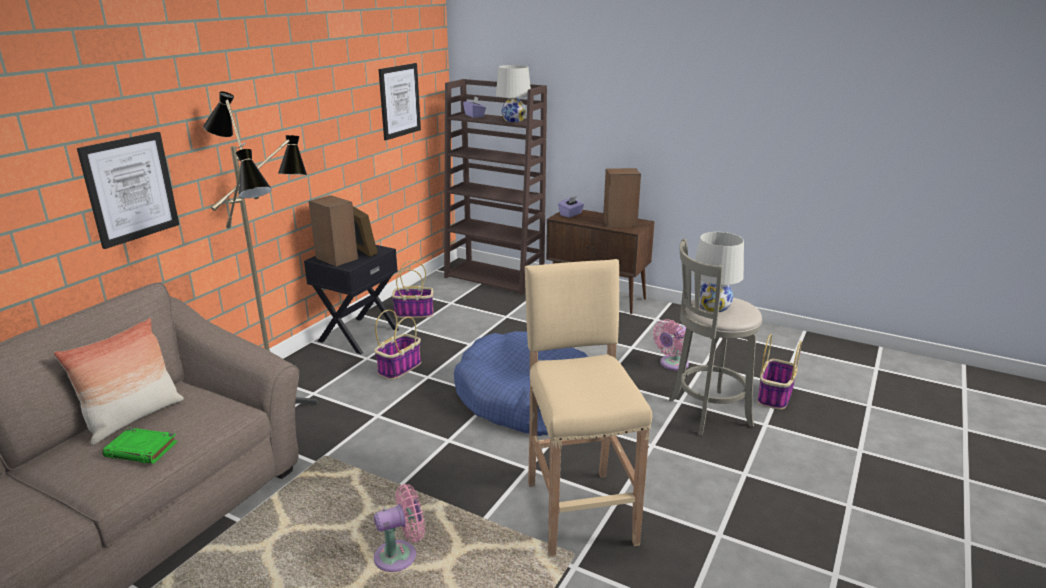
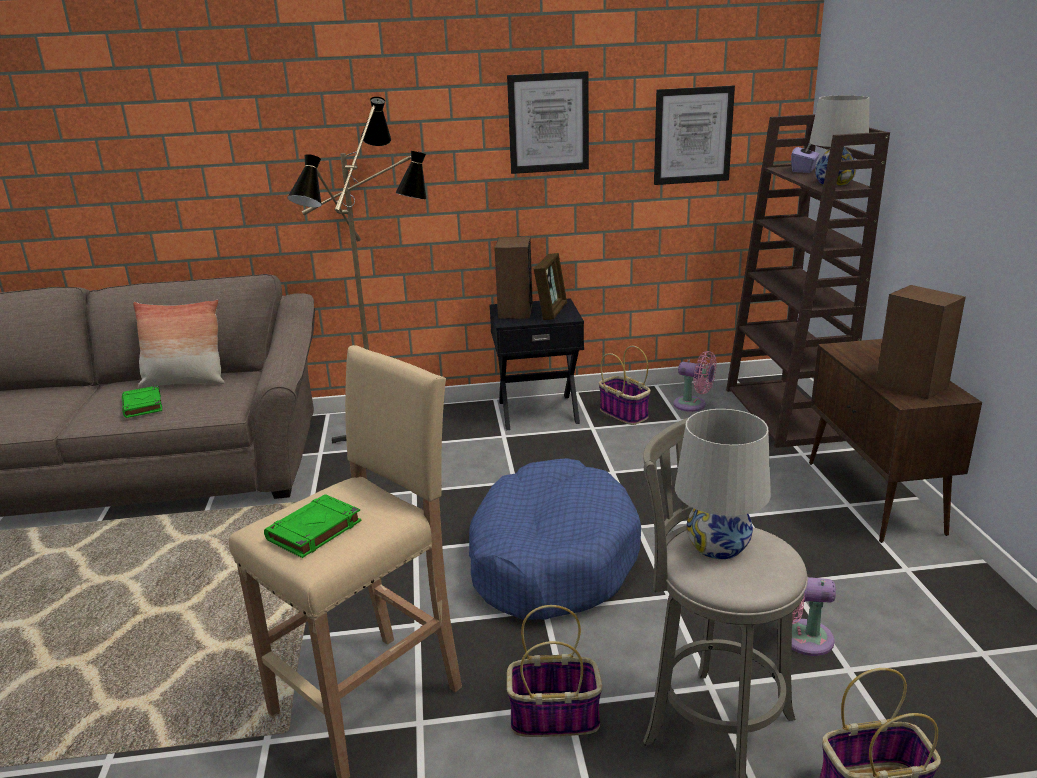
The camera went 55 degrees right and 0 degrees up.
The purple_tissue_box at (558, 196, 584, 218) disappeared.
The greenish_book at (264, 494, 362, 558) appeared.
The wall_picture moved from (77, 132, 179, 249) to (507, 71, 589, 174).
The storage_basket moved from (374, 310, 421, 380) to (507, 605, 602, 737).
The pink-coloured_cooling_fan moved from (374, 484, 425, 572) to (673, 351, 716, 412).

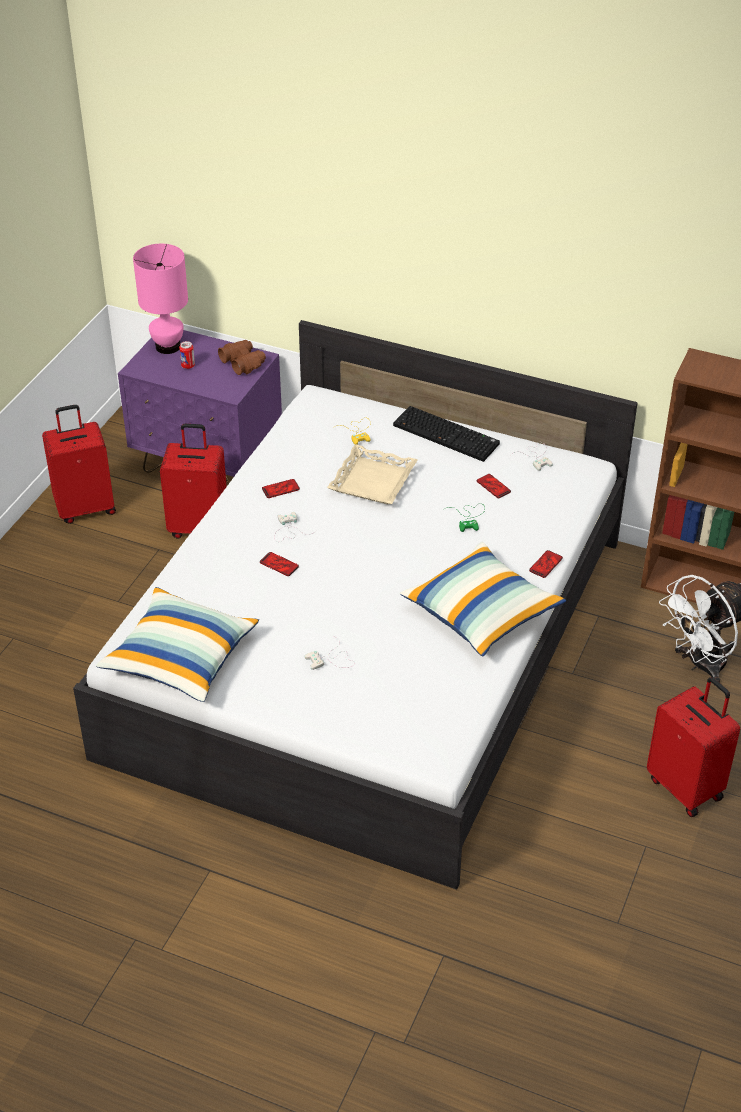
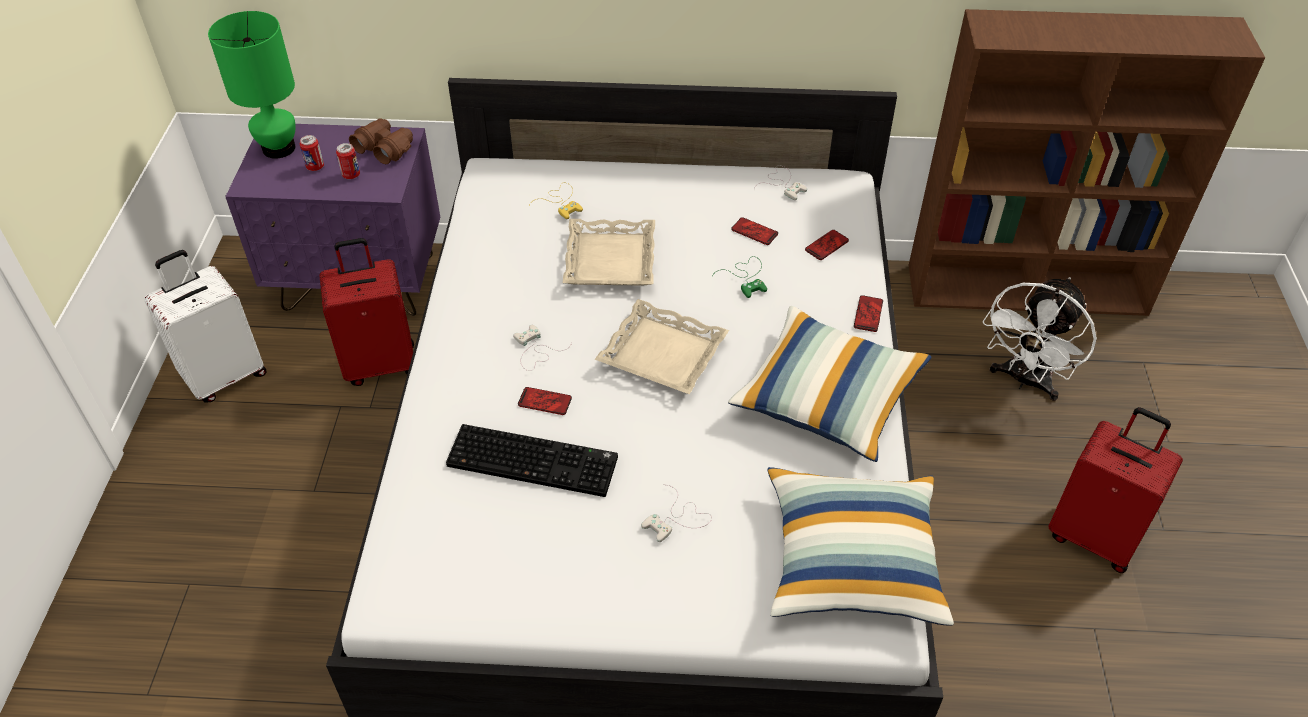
The camera went 20 degrees left and 5 degrees up.
The sealed_can at (336, 143, 360, 179) appeared.
The beige_carrying_tray at (595, 299, 729, 394) appeared.
The pillow moved from (96, 587, 259, 702) to (768, 467, 954, 626).
The handset moved from (262, 479, 300, 498) to (805, 230, 849, 260).
The PC_keyboard moved from (393, 406, 500, 462) to (446, 424, 618, 497).
The red-coloured_travel_case at (42, 405, 116, 524) became the white-coloured_travel_case at (144, 250, 266, 403).
The pink-coloured_tabletop_lamp at (133, 244, 188, 354) became the greenish_tabletop_lamp at (208, 11, 296, 159).

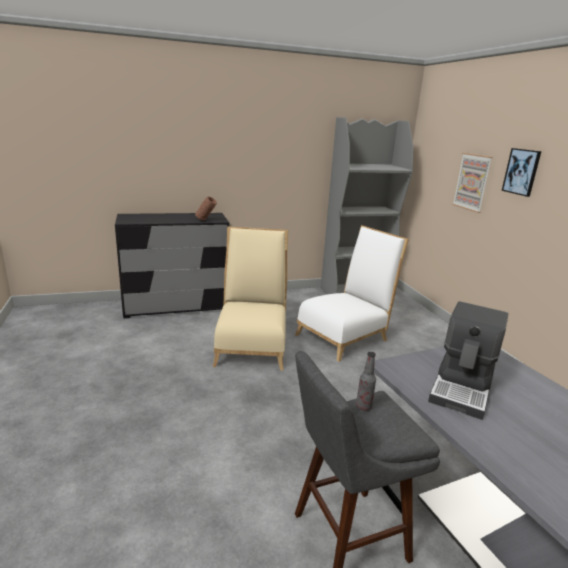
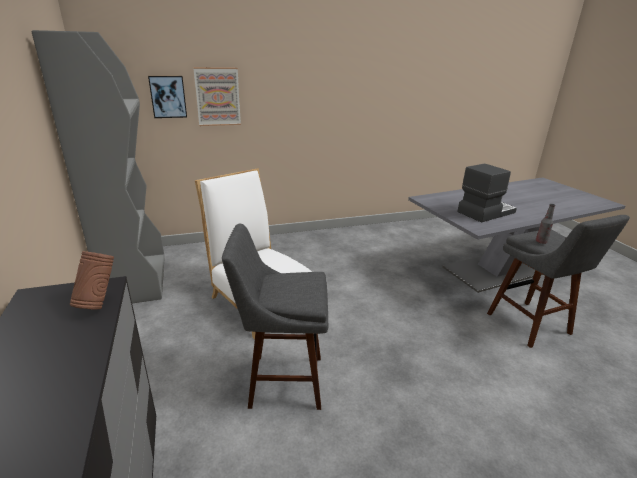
The camera went 90 degrees left and 5 degrees up.
The wall_picture moved from (502, 148, 541, 197) to (148, 76, 187, 118).
The beige_chair at (213, 227, 288, 371) was replaced by the grey_stool_seat at (222, 224, 328, 410).
The coffee_brewer at (428, 301, 509, 420) turned 60 degrees counterclockwise.

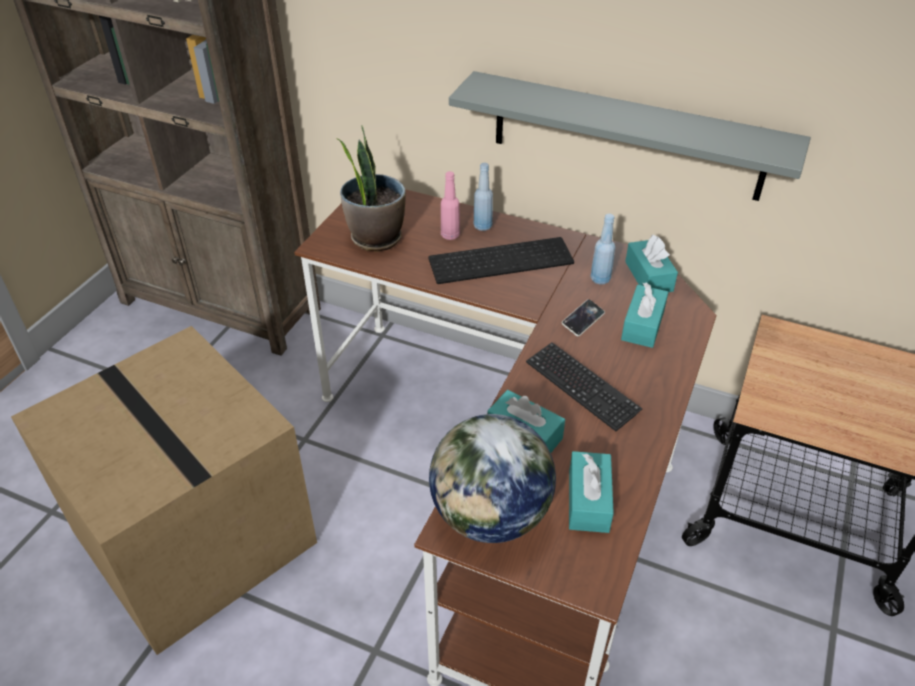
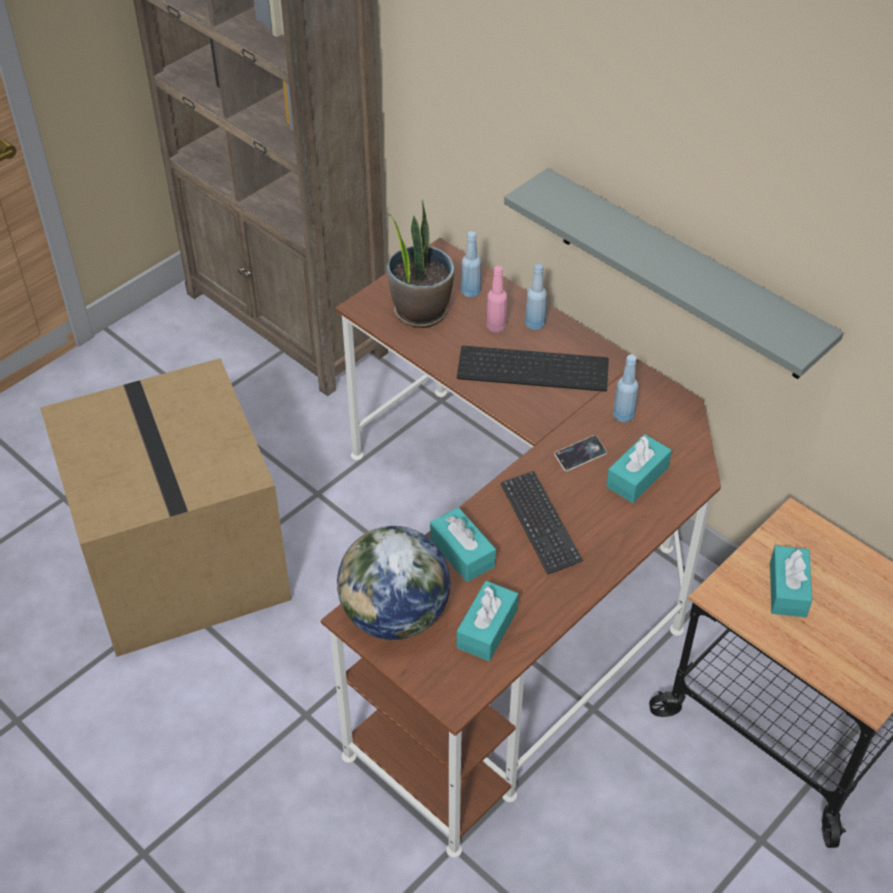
The camera went 20 degrees right and 5 degrees up.
The bluish_drink_bottle at (461, 231, 481, 298) appeared.
The turquoise-coloured_tissue_box moved from (625, 234, 678, 292) to (770, 546, 812, 618).

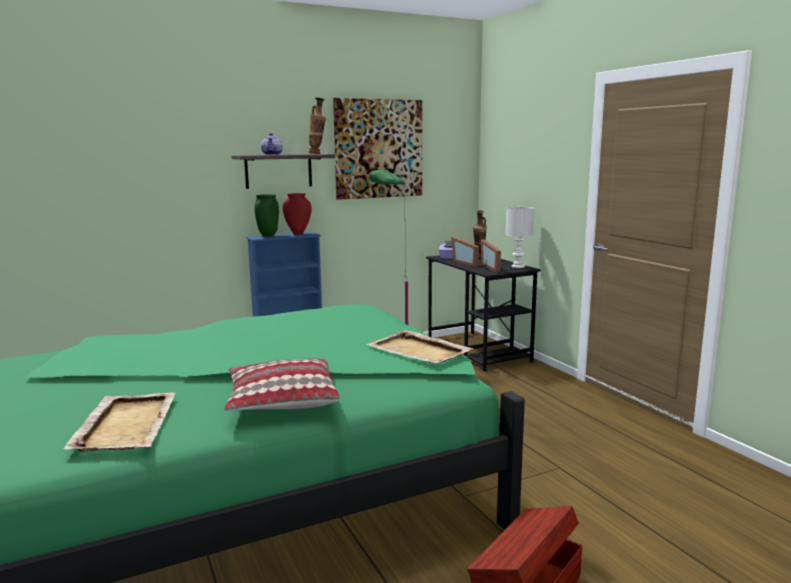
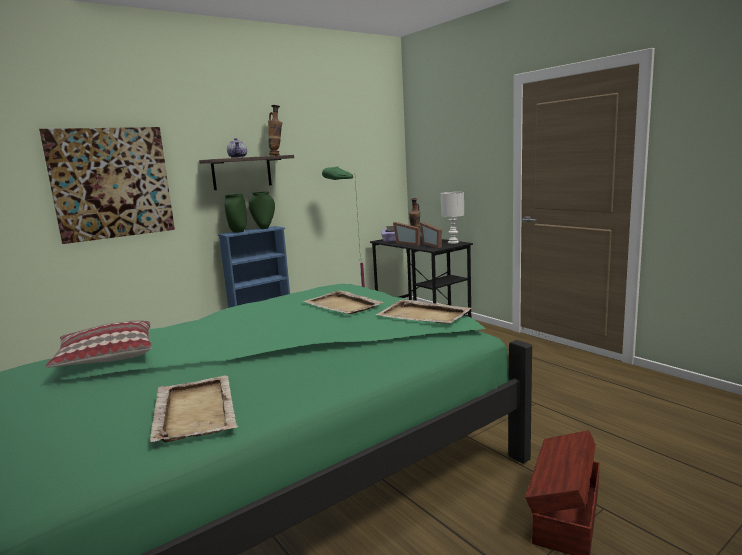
The camera went 10 degrees left and 0 degrees up.
The beige_carrying_tray at (303, 290, 384, 314) appeared.
The pillow moved from (224, 358, 340, 411) to (46, 321, 152, 368).
The wall_picture moved from (333, 98, 422, 200) to (39, 127, 175, 244).
The red-coloured_decorative_vase at (283, 193, 312, 235) became the greenish_decorative_vase at (249, 192, 275, 229).

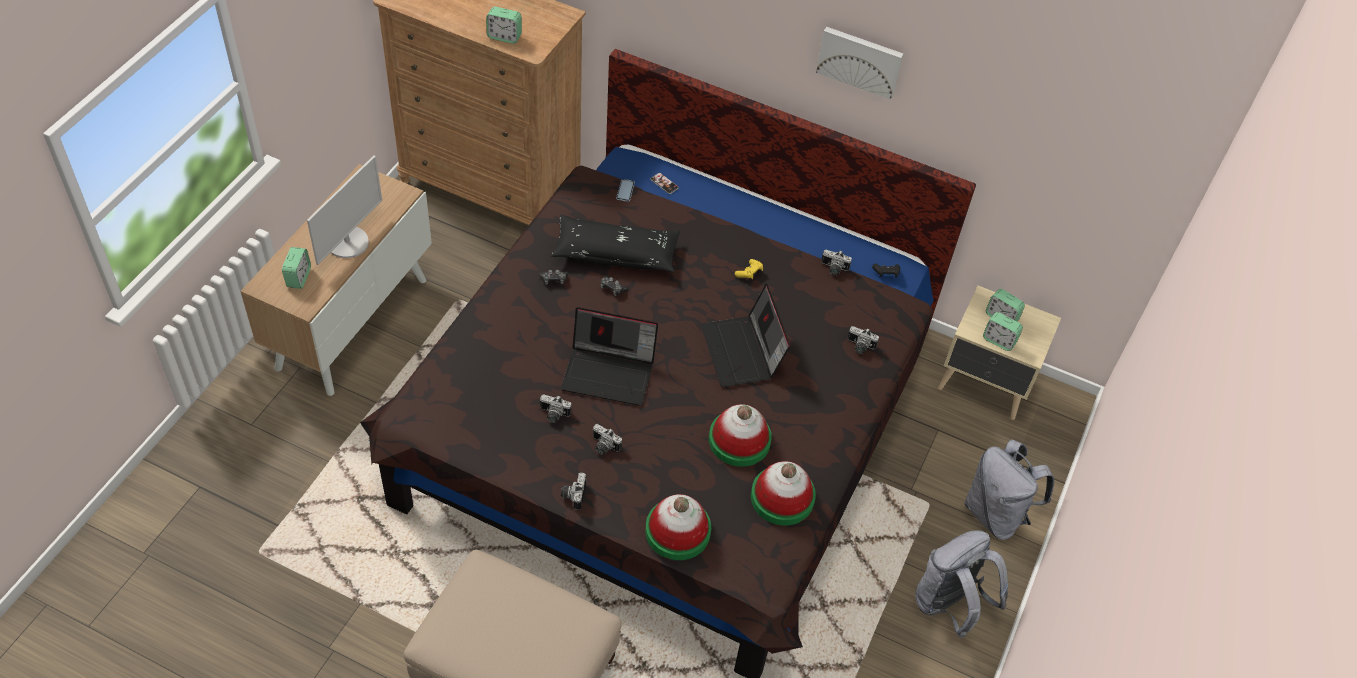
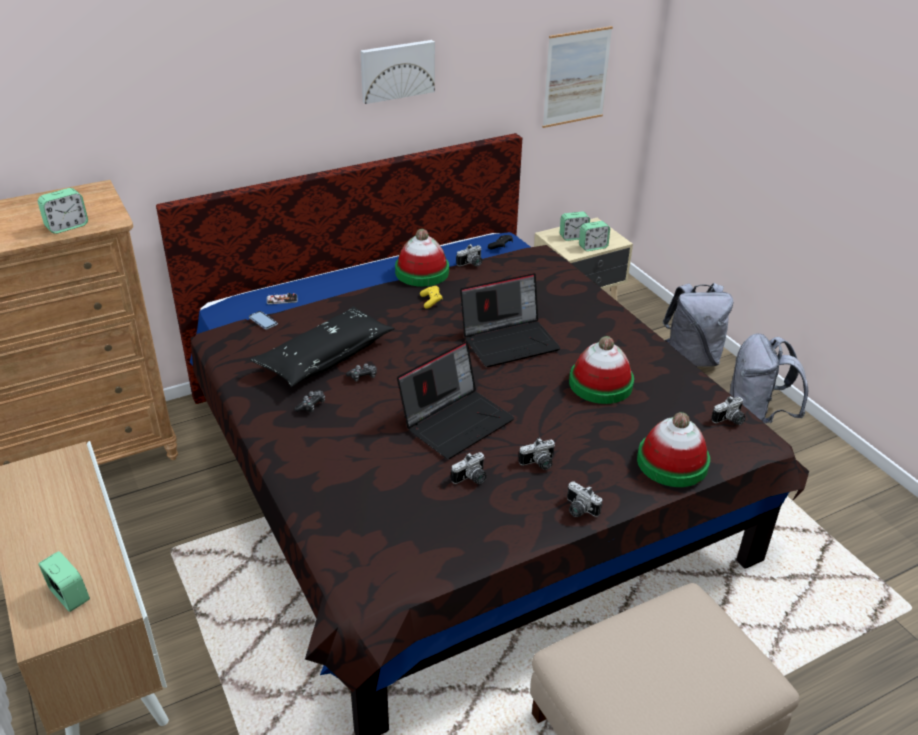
The camera went 50 degrees left and 15 degrees down.
The monitor at (307, 155, 382, 265) disappeared.
The wall_picture at (542, 26, 613, 128) appeared.
The wearable_hat moved from (751, 461, 816, 526) to (395, 229, 449, 287).
The photo_camera moved from (847, 326, 879, 354) to (711, 396, 746, 425).
The laptop at (701, 283, 791, 387) turned 45 degrees counterclockwise.

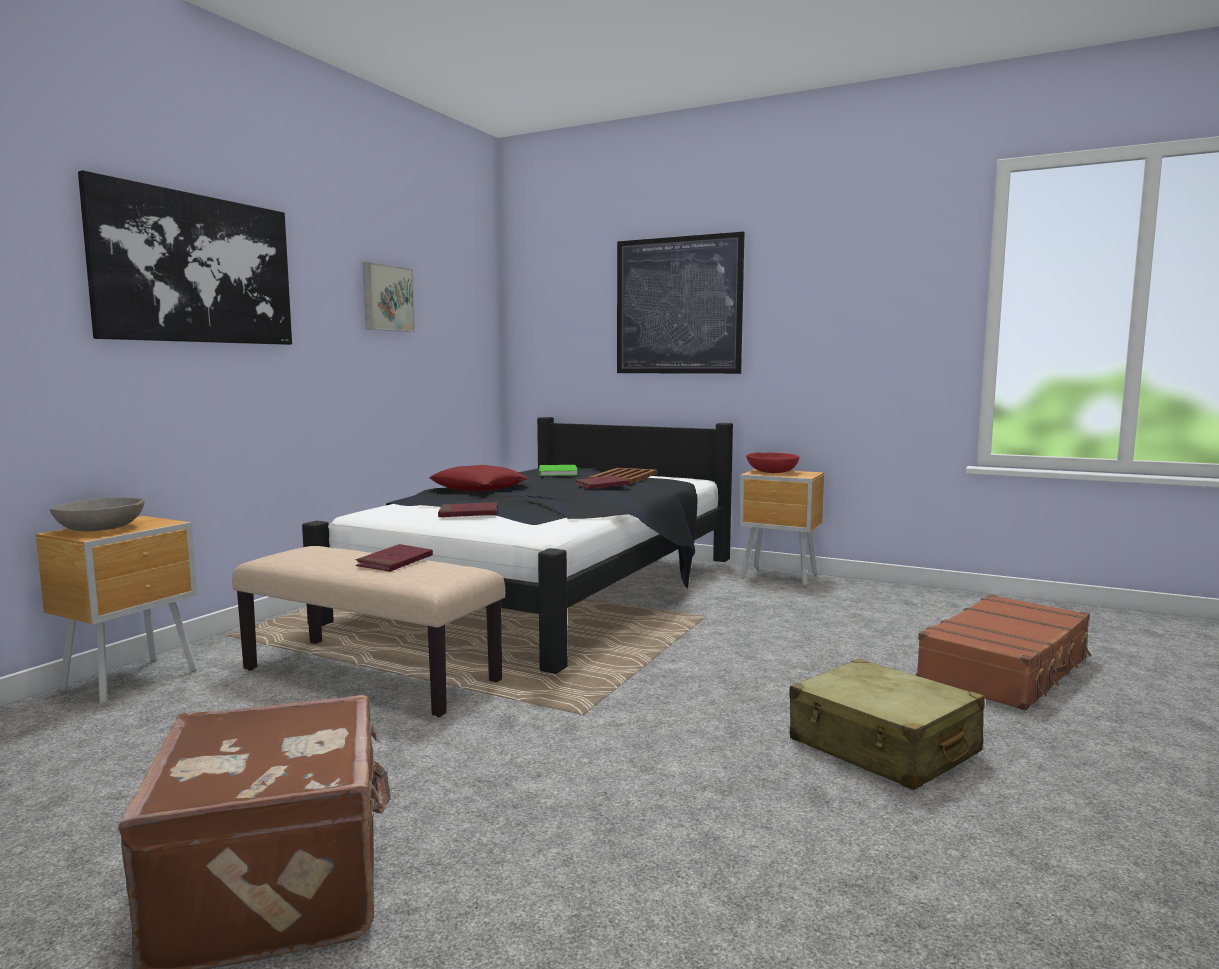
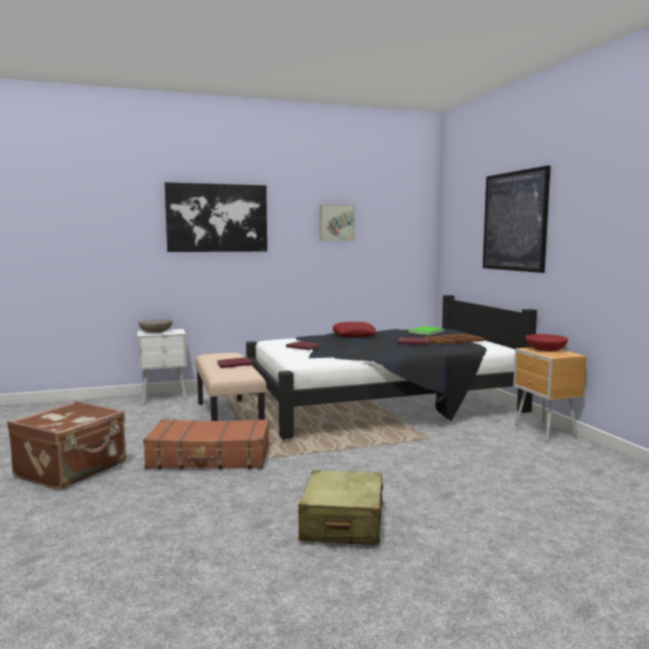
The camera went 45 degrees right and 0 degrees up.
The brownish_travel_case moved from (916, 594, 1092, 711) to (143, 419, 269, 469).
The brownish_nightstand at (35, 516, 197, 705) became the white-coloured_nightstand at (138, 329, 187, 404).

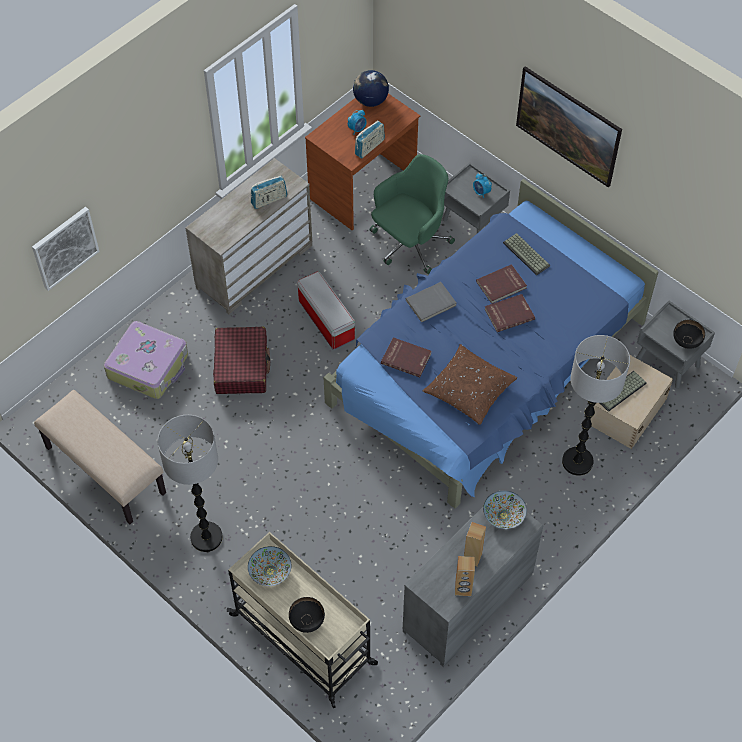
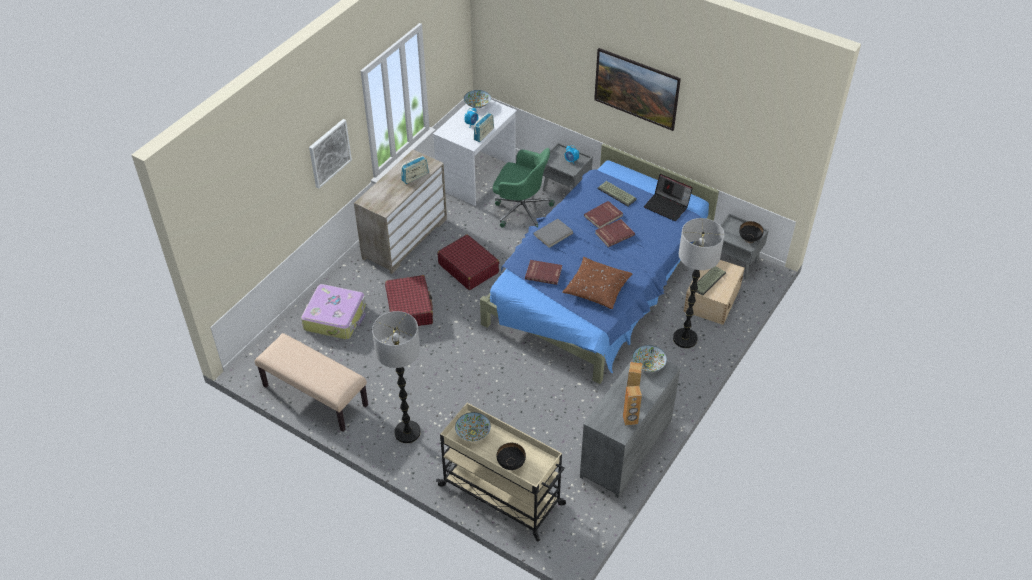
The camera went 10 degrees left and 10 degrees down.
The laptop at (644, 174, 693, 221) appeared.
The wall_picture moved from (32, 207, 99, 291) to (309, 119, 352, 189).
The storage_box at (297, 271, 355, 350) was replaced by the red-coloured_travel_case at (437, 234, 499, 290).
The world_globe at (353, 70, 389, 107) was replaced by the serving_bowl at (464, 90, 491, 108).
The brownish_desk_unit at (305, 93, 420, 231) became the white-coloured_desk_unit at (433, 100, 517, 206).
The greenish_desk_chair at (370, 154, 455, 274) turned 75 degrees clockwise.

